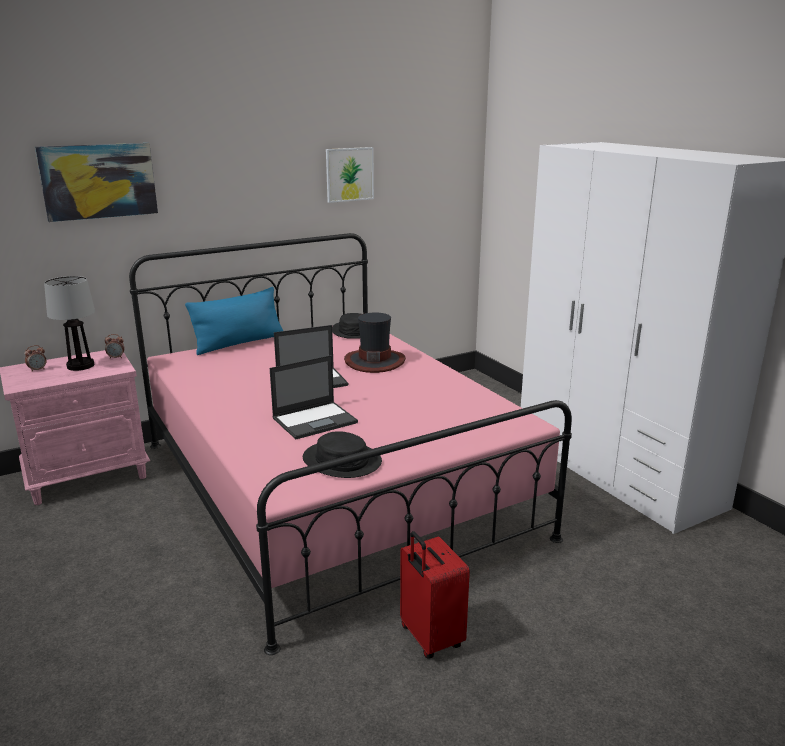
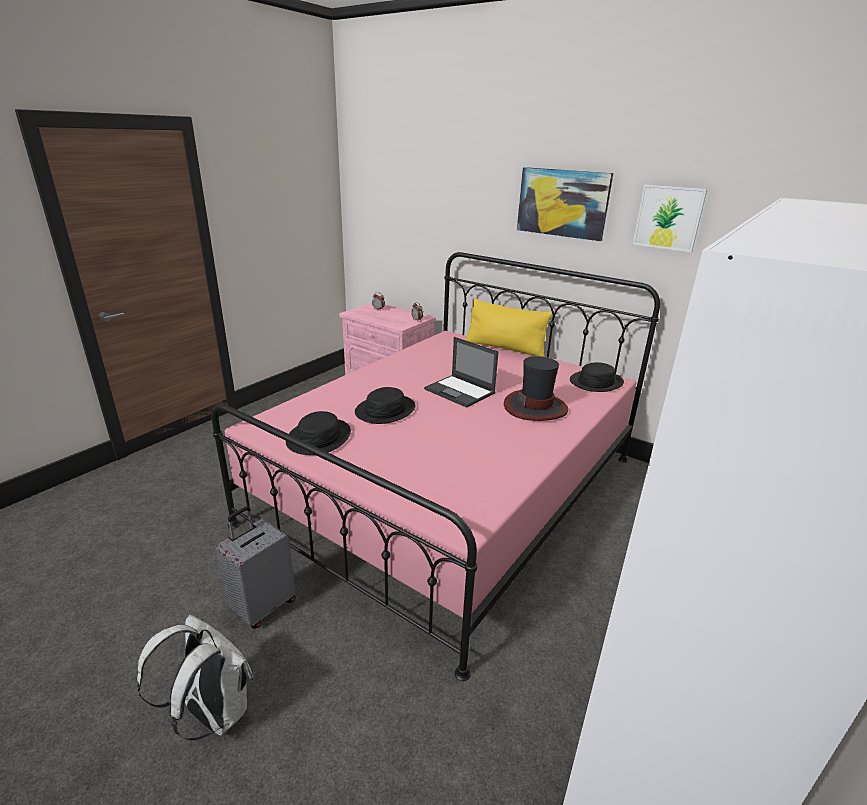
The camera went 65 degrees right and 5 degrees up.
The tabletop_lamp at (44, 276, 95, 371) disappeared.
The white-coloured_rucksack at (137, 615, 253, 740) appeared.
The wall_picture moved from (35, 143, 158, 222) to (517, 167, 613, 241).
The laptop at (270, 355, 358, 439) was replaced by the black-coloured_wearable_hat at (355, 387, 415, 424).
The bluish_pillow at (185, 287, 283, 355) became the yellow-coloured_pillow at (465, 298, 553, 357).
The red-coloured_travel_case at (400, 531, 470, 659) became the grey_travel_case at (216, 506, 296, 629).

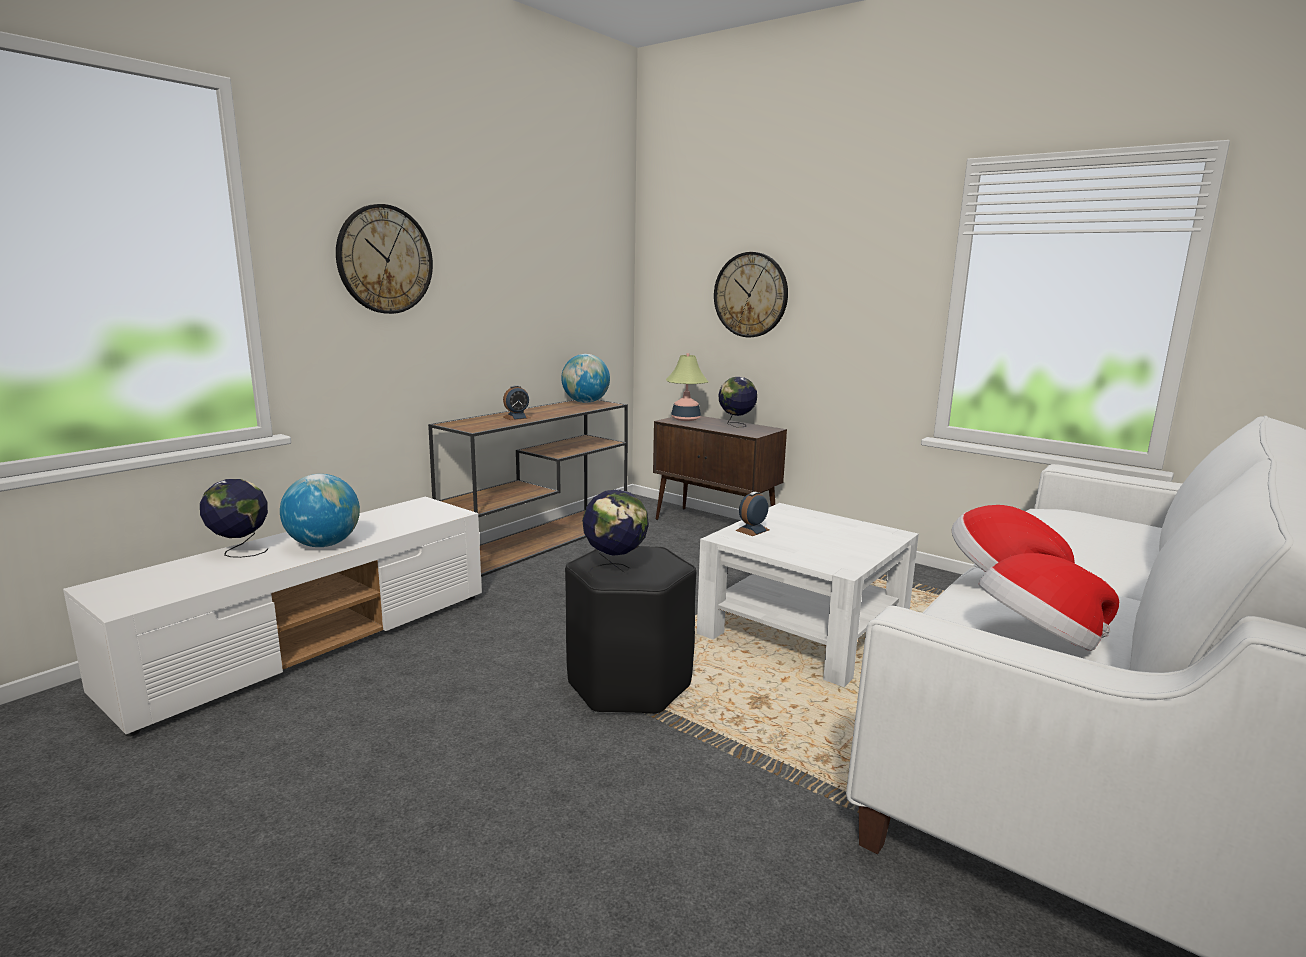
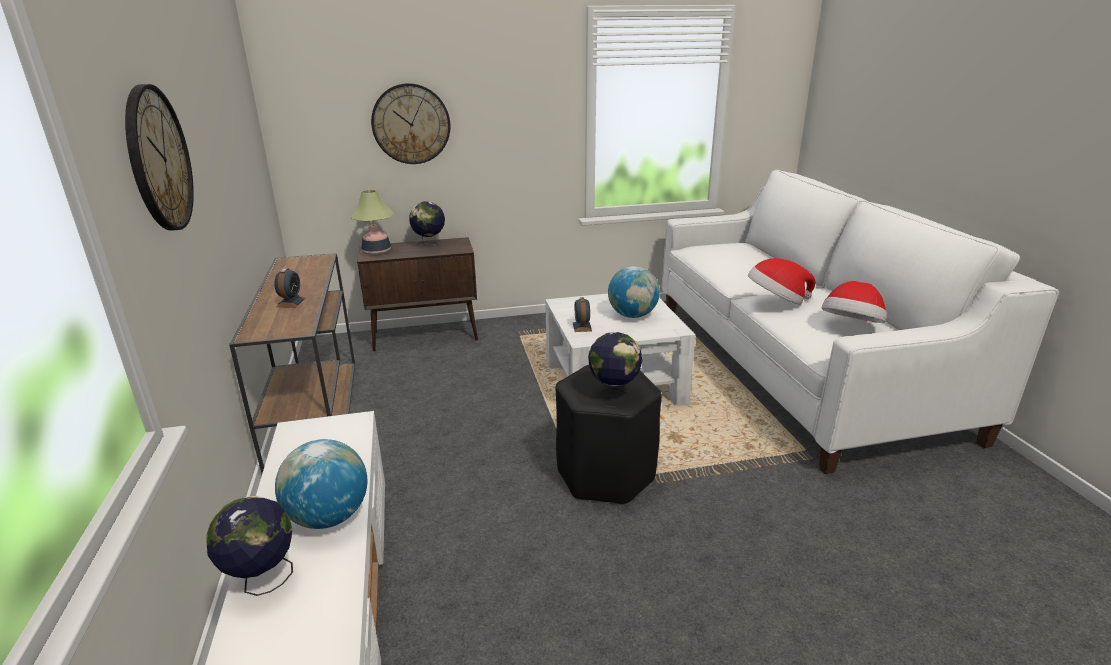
The camera went 50 degrees left and 10 degrees up.
The world_globe moved from (561, 354, 610, 403) to (608, 266, 660, 318).

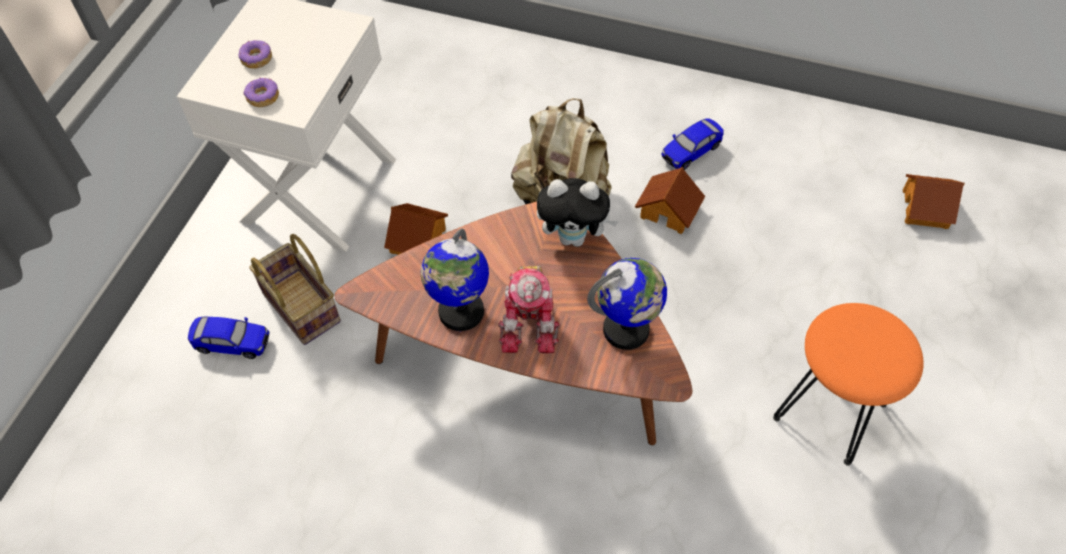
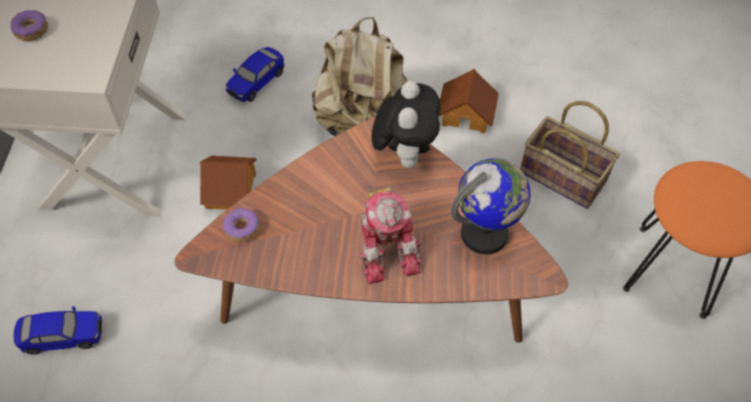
The camera went 15 degrees left and 0 degrees up.
The world_globe at (421, 229, 489, 331) disappeared.
The miniature_house at (903, 174, 965, 229) disappeared.
The ring_doughnut moved from (244, 77, 279, 107) to (223, 207, 259, 242).
The storage_basket moved from (249, 234, 341, 345) to (520, 101, 620, 209).
The toy_car moved from (661, 119, 724, 170) to (226, 47, 284, 102).
The cuddly_toy at (537, 178, 619, 247) turned 75 degrees counterclockwise.

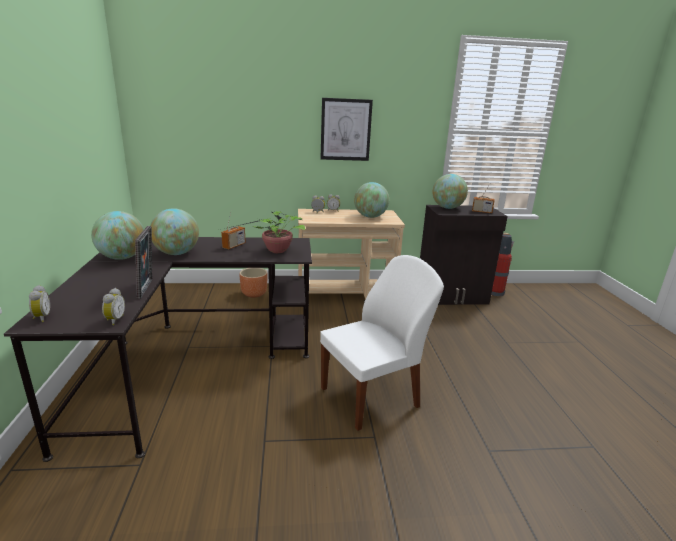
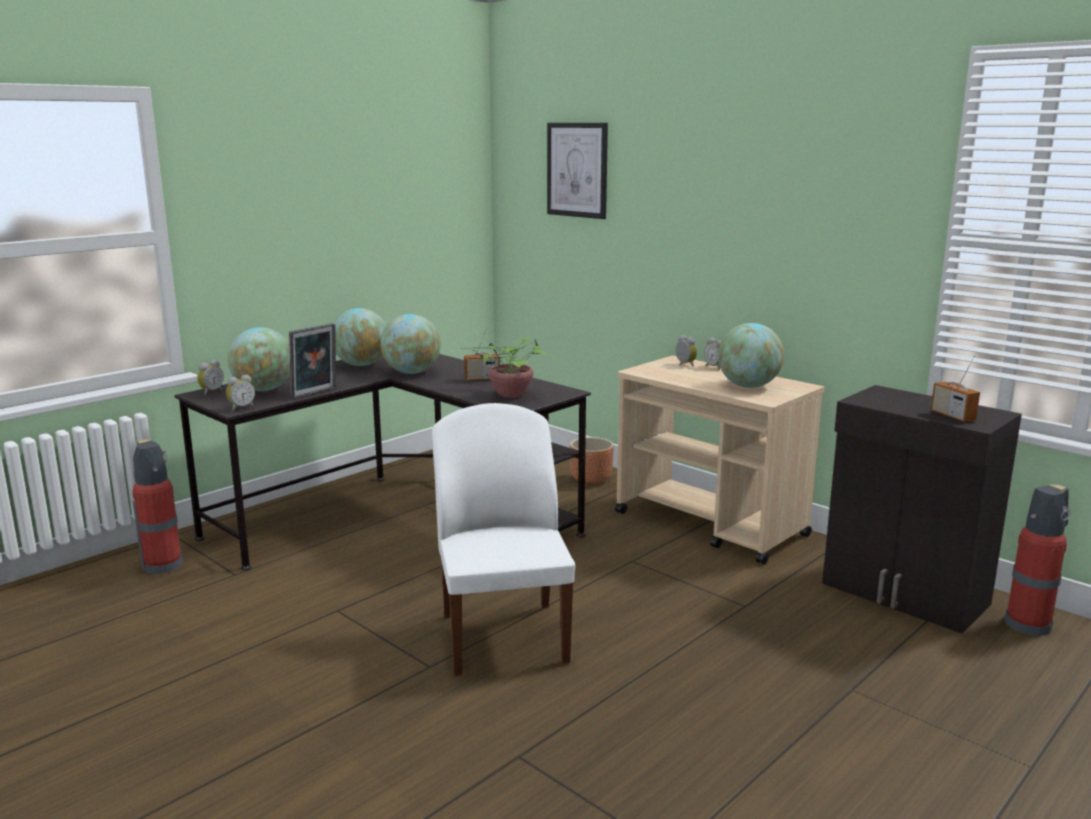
The camera went 50 degrees right and 5 degrees down.
The fire-fighting_cylinder at (132, 439, 183, 574) appeared.
The wall_picture moved from (321, 98, 373, 161) to (547, 123, 608, 219).
The world_globe moved from (432, 174, 468, 209) to (227, 327, 290, 391).
The white-coloured_chair at (320, 255, 444, 431) turned 120 degrees counterclockwise.

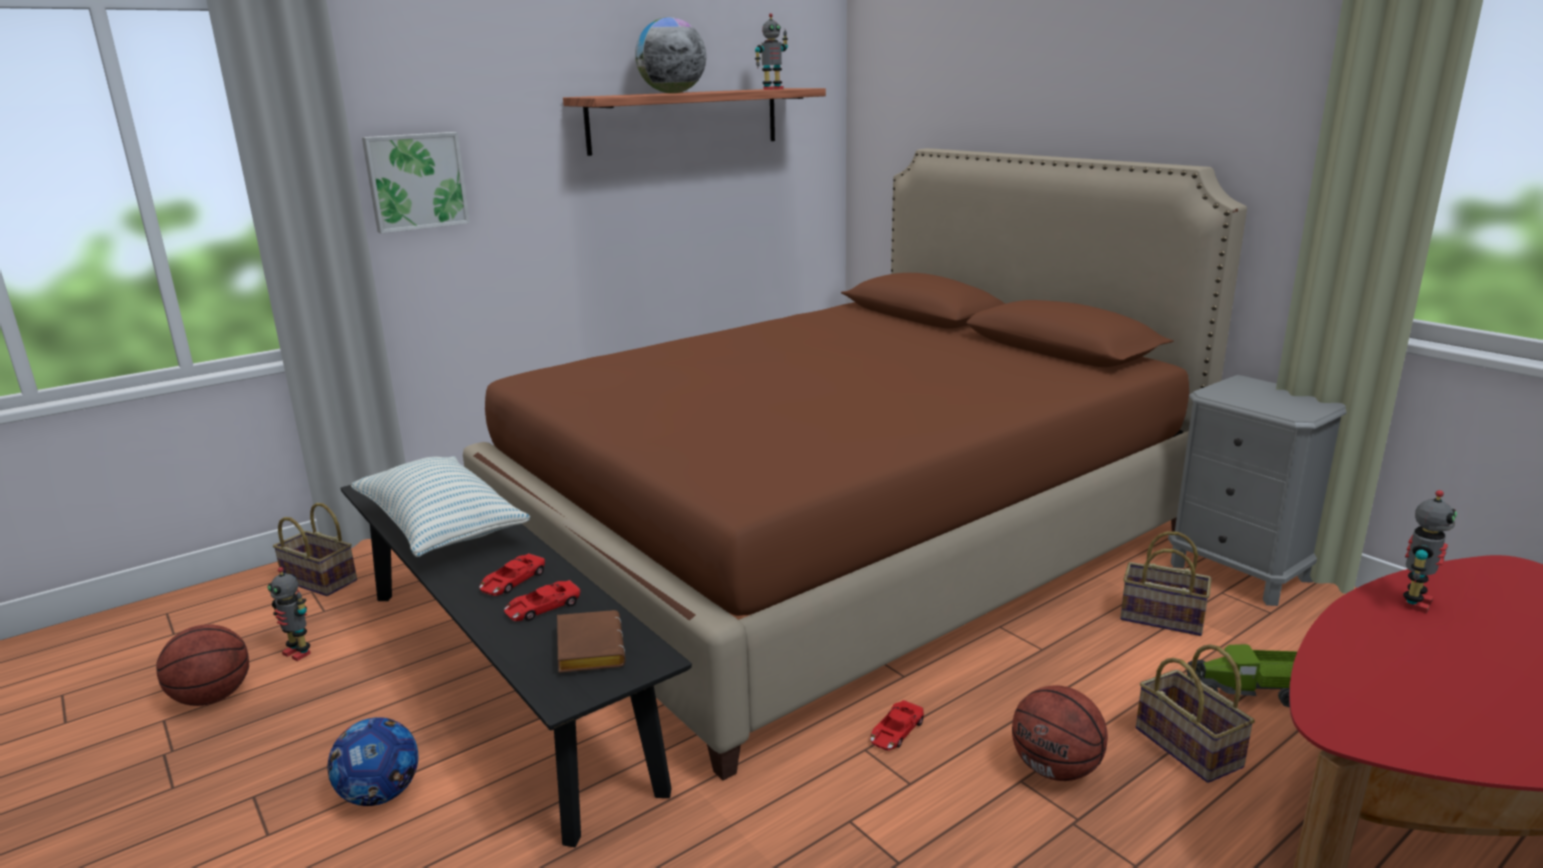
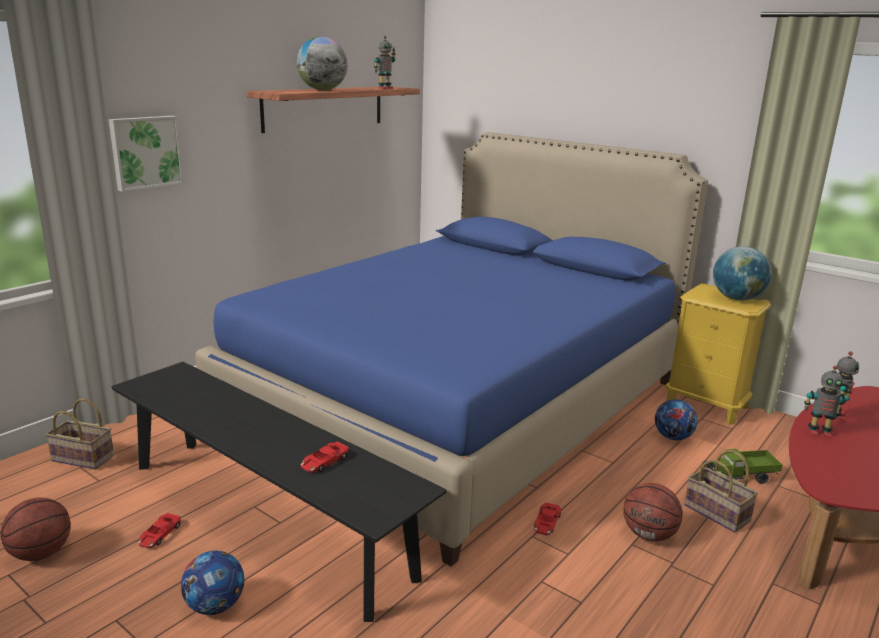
The camera went 15 degrees left and 0 degrees up.
The pillow at (351, 456, 530, 557) disappeared.
The brownish_book at (557, 610, 626, 673) disappeared.
The world_globe at (713, 246, 772, 300) appeared.
The robot_figure moved from (267, 567, 311, 661) to (804, 366, 852, 439).
The red-coloured_toy_car moved from (479, 553, 545, 596) to (138, 513, 181, 548).
The storage_basket at (1120, 531, 1212, 636) was replaced by the football at (655, 399, 698, 440).
The brownish_bedroom_bed at (463, 148, 1247, 781) became the bluish_bedroom_bed at (195, 132, 708, 567).
The grey_nightstand at (1168, 375, 1347, 606) became the yellow-coloured_nightstand at (665, 283, 771, 424).

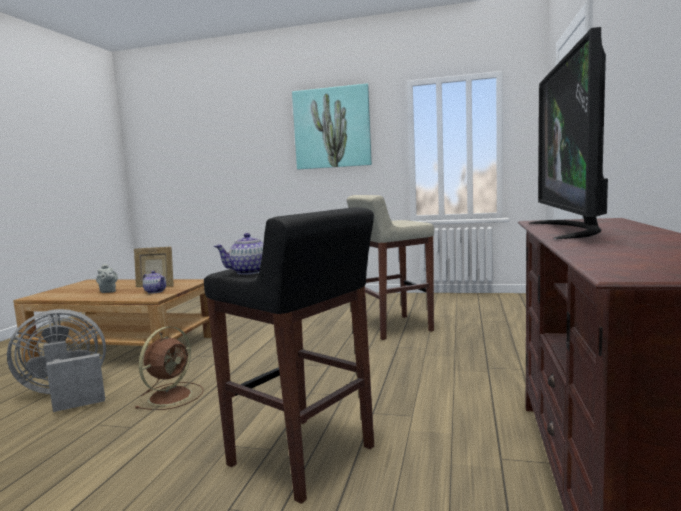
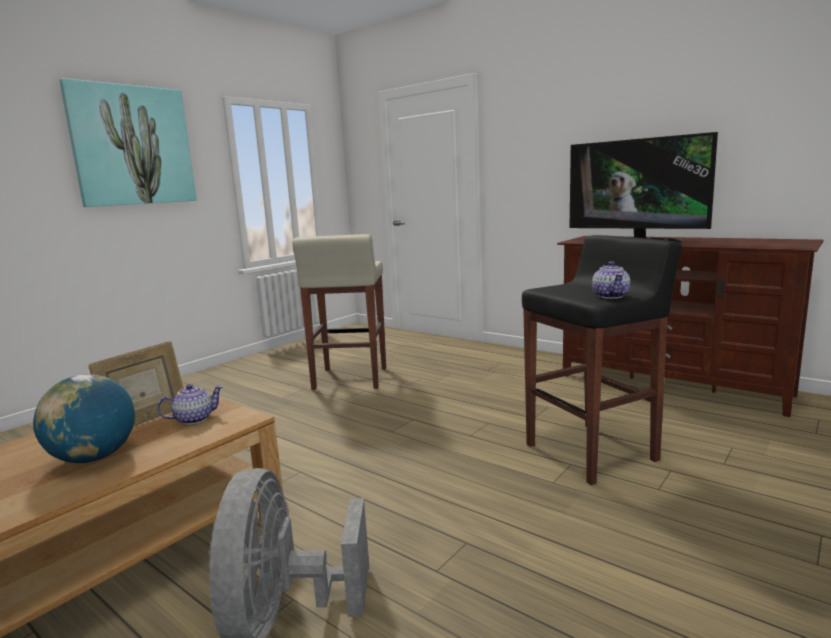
The camera went 65 degrees left and 5 degrees up.
The brownish_cooling_fan at (135, 326, 204, 410) disappeared.
The grey_teapot at (96, 264, 118, 293) was replaced by the world_globe at (33, 374, 135, 463).

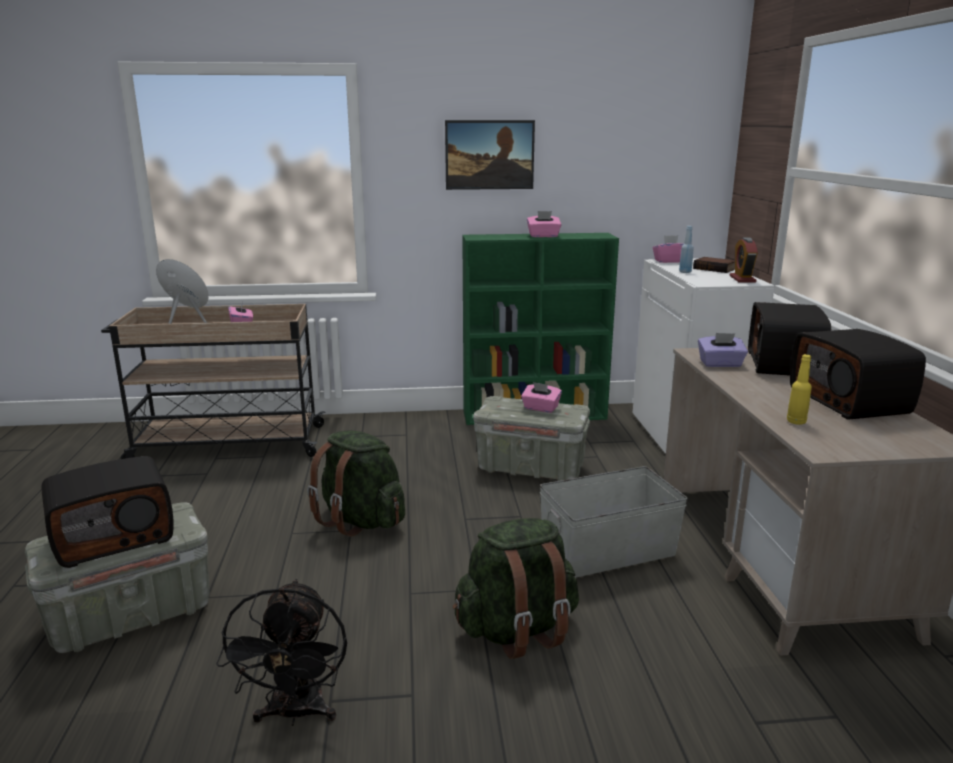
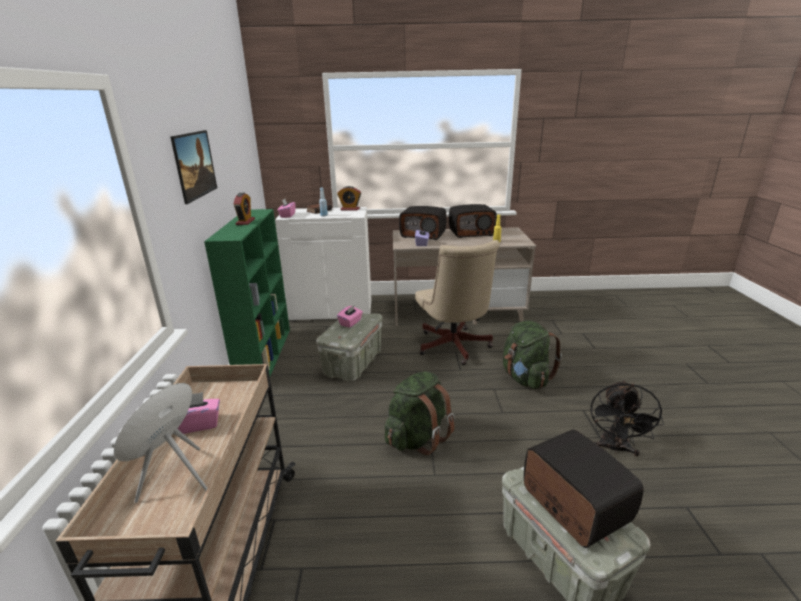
The camera went 85 degrees left and 5 degrees up.
The pink-coloured_tissue_box at (527, 211, 561, 237) was replaced by the table_clock at (234, 193, 255, 225).
The grey_storage_box at (540, 466, 688, 577) was replaced by the beige_desk_chair at (415, 240, 500, 365).
The black-coloured_cooling_fan at (216, 579, 347, 726) turned 105 degrees clockwise.

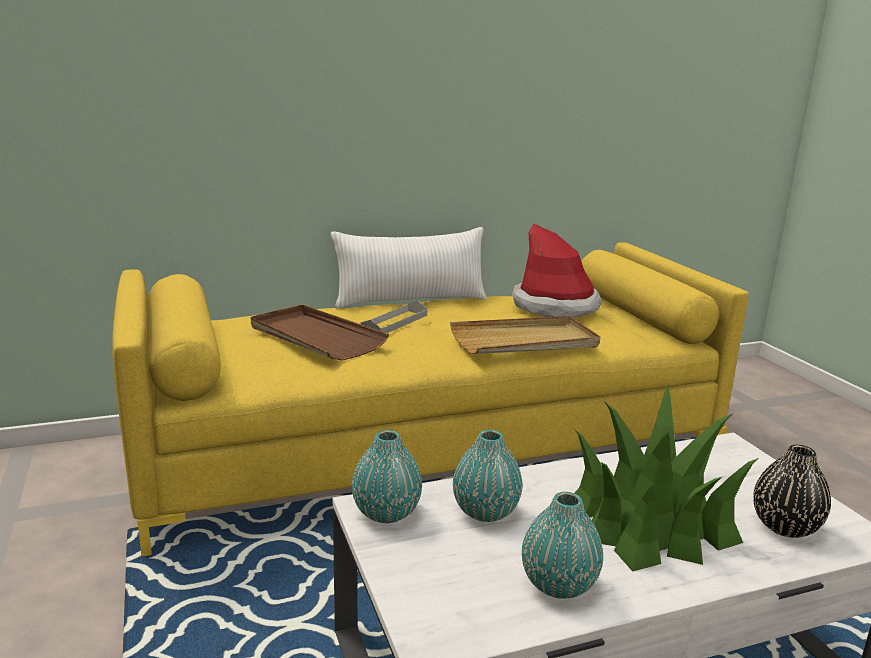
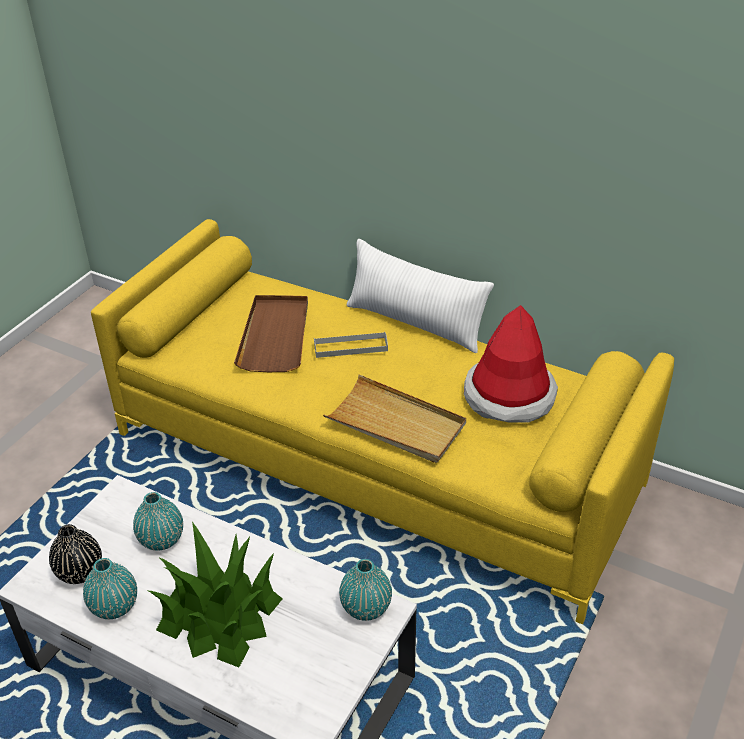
The camera went 50 degrees right and 20 degrees up.
The turquoise-coloured_decorative_vase moved from (352, 430, 422, 523) to (339, 559, 392, 621).
The black-coloured_decorative_vase moved from (753, 445, 831, 538) to (49, 524, 102, 584).

